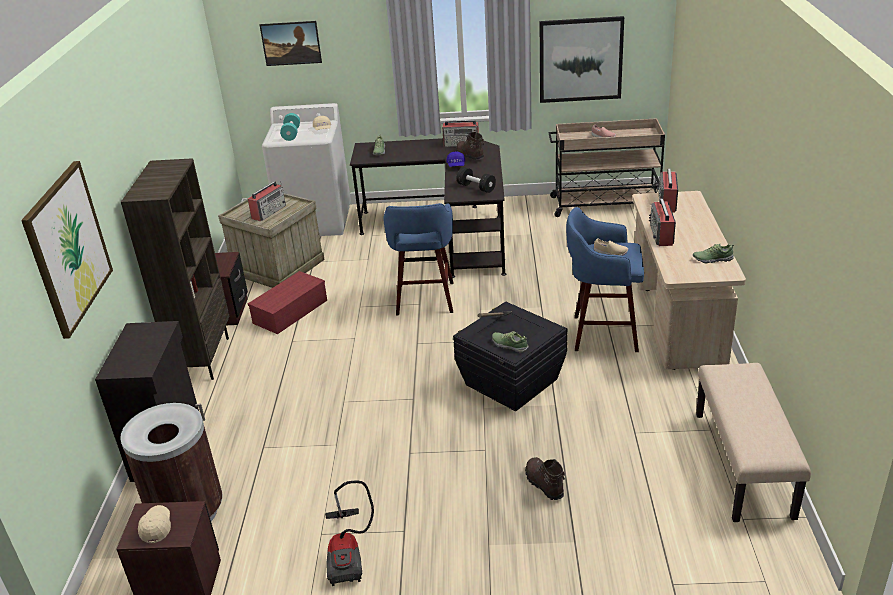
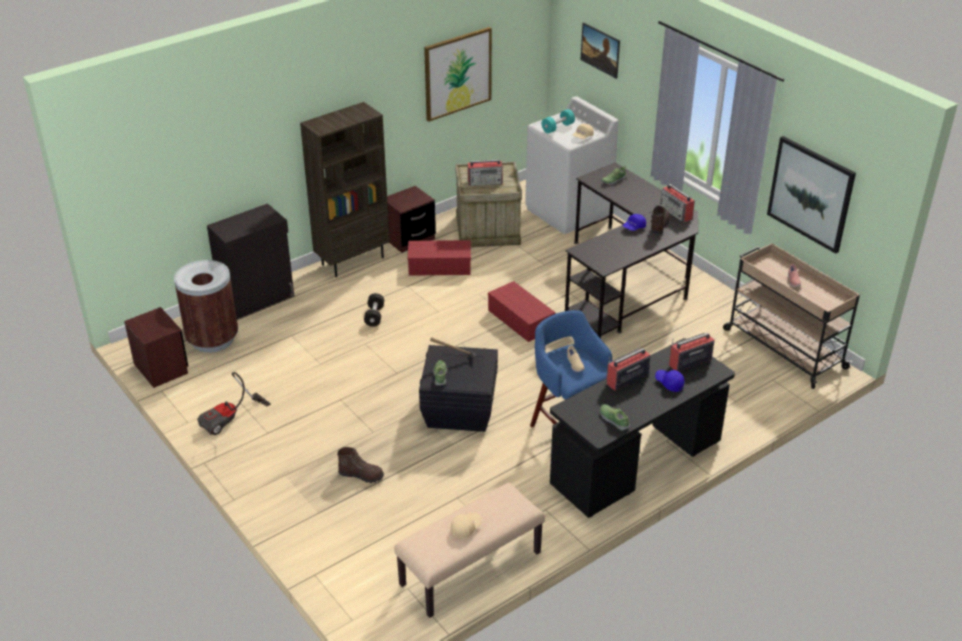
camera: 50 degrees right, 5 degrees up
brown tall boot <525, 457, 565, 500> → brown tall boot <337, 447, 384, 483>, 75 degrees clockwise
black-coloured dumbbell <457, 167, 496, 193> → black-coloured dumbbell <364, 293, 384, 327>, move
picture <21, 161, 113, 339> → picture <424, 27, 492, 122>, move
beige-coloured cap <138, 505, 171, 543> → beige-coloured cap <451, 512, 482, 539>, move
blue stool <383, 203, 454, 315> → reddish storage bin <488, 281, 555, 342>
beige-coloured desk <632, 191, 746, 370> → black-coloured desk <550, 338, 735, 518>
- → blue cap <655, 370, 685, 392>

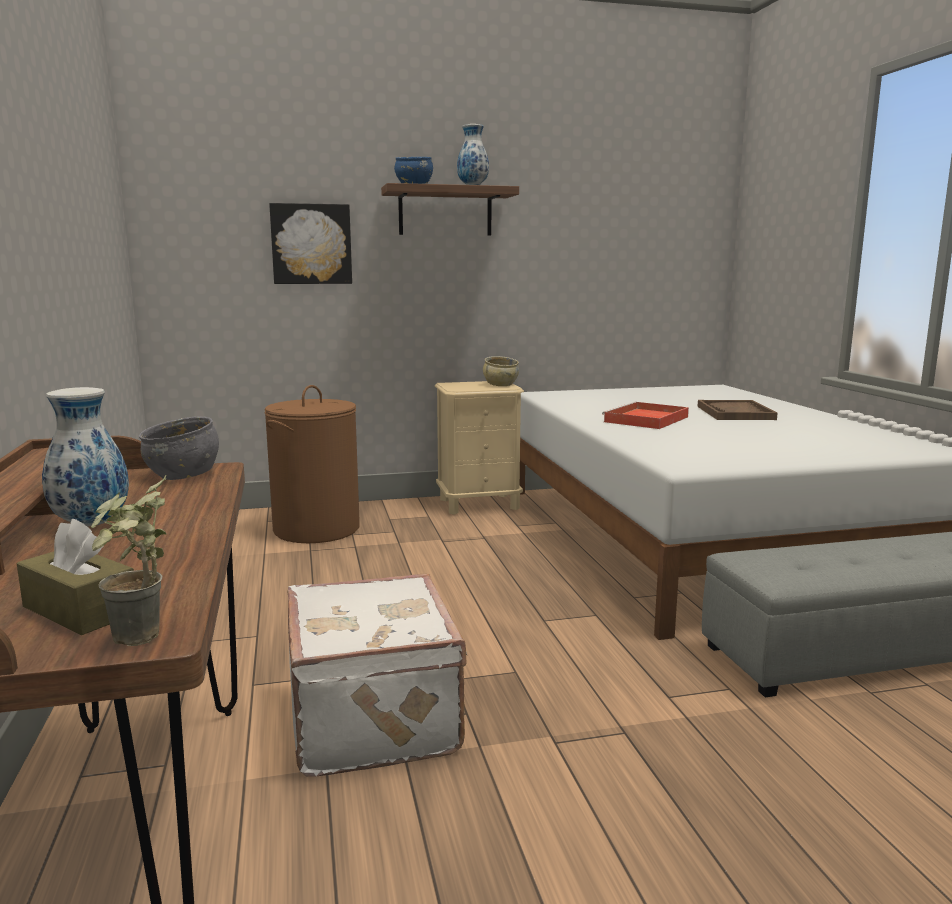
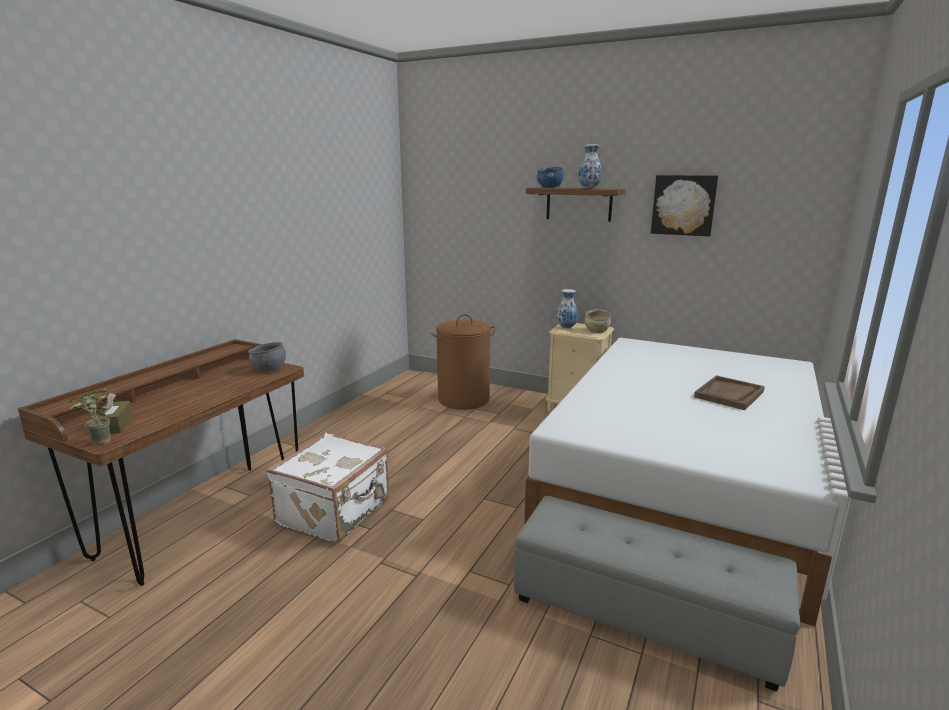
camera: 40 degrees right, 5 degrees up
flower vase <42, 387, 129, 527> → flower vase <556, 289, 578, 328>, move
picture <269, 203, 352, 284> → picture <651, 175, 718, 236>, move
reddish carrying tray <602, 402, 689, 429> → -

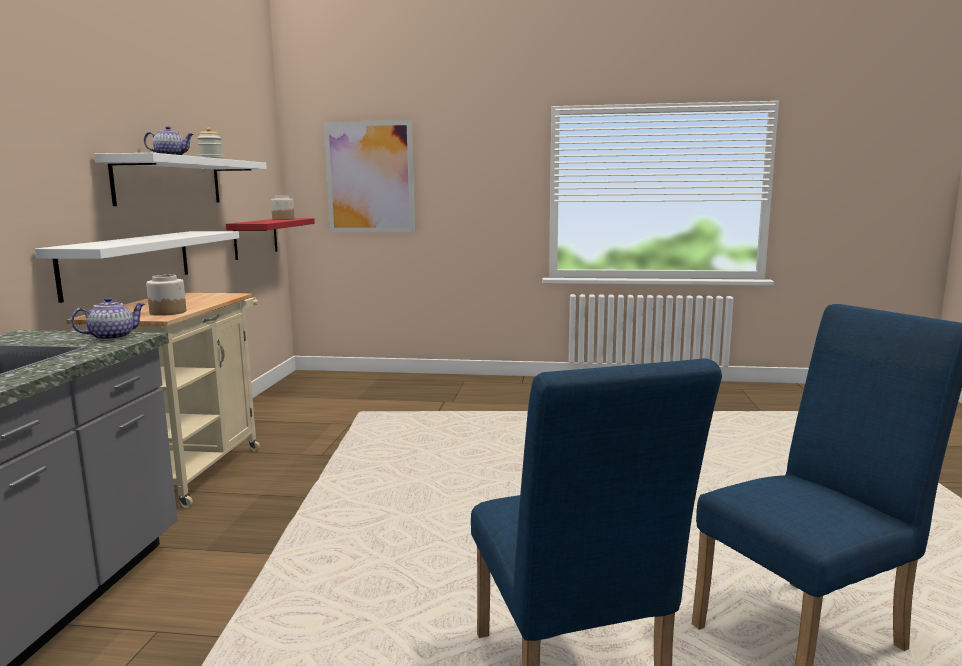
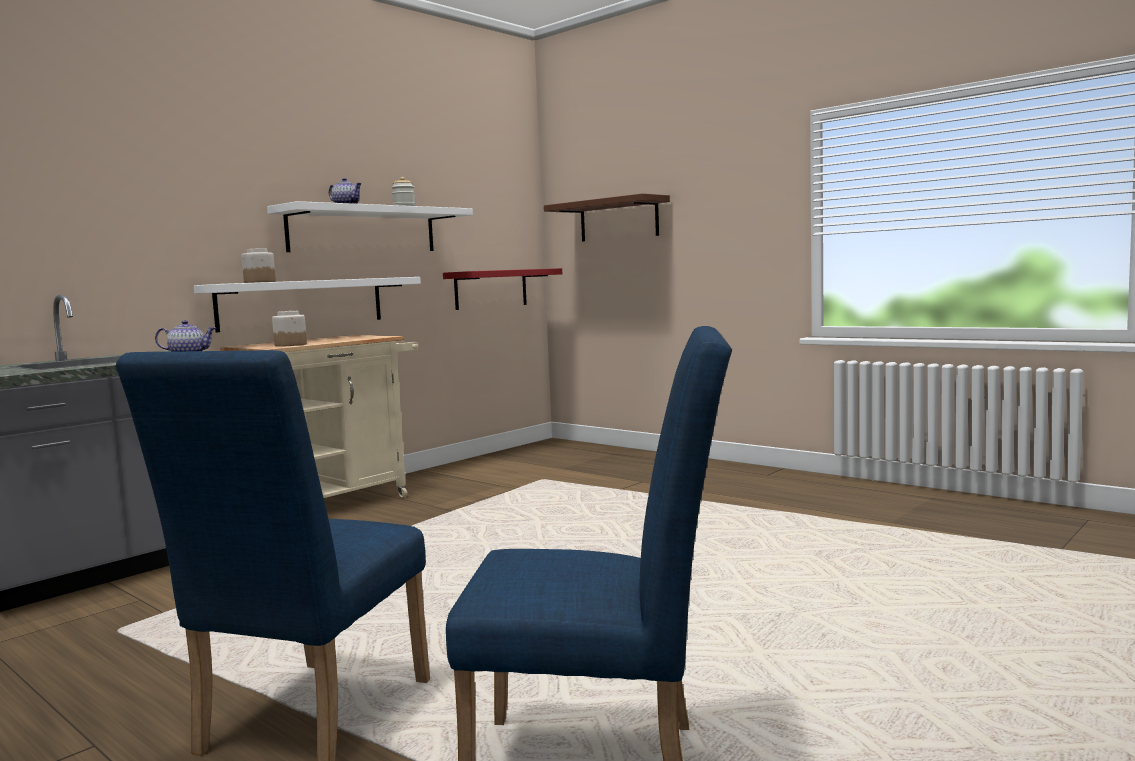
camera: 35 degrees right, 5 degrees down
jar <271, 196, 294, 220> → jar <242, 248, 276, 283>, move
picture <324, 120, 415, 233> → brown bracket shelf <544, 193, 670, 241>

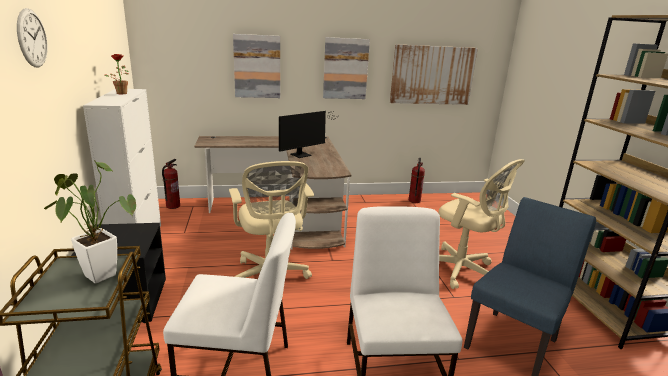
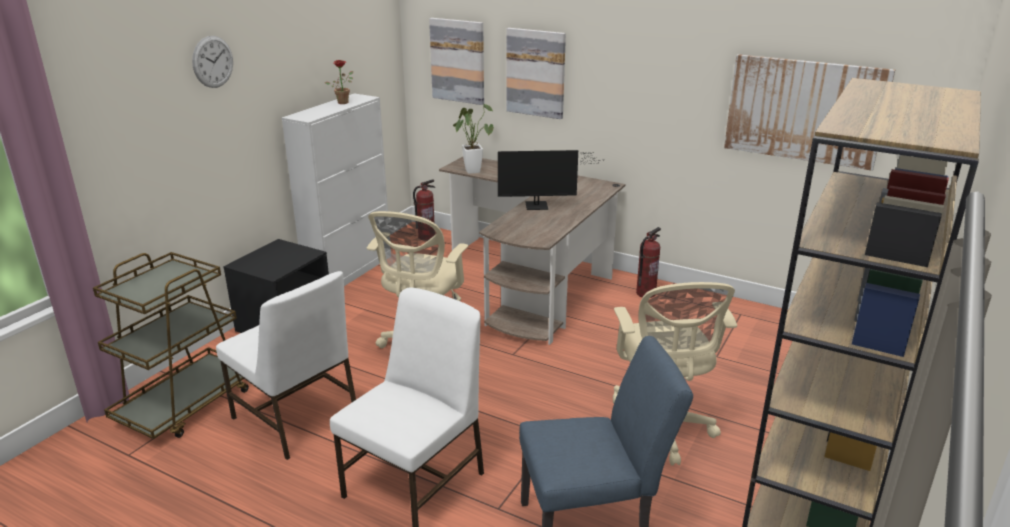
camera: 40 degrees right, 5 degrees up
picture <323, 37, 370, 99> → picture <429, 18, 484, 105>, move
potted plant <44, 160, 136, 284> → potted plant <453, 104, 494, 174>, move
fire-fighting cylinder <409, 158, 425, 203> → fire-fighting cylinder <636, 227, 661, 298>, move

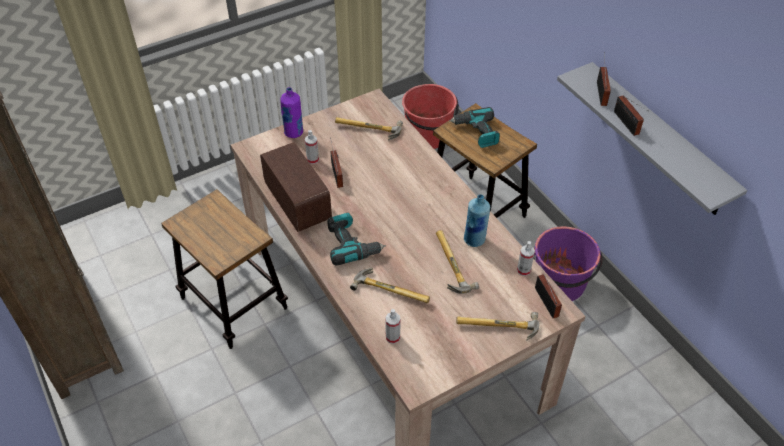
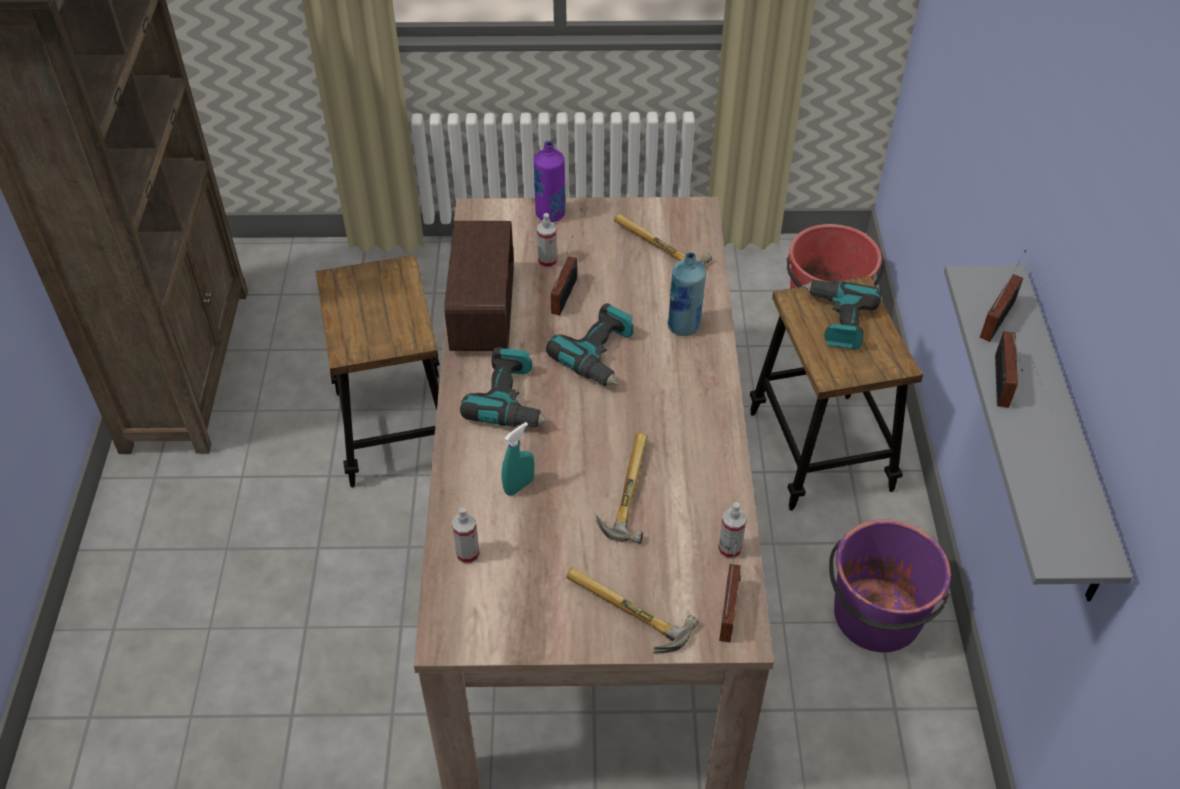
camera: 30 degrees right, 0 degrees up
hand hammer <350, 268, 430, 303> → blue-green sprayer <501, 422, 534, 496>
- → drill <546, 303, 634, 386>
blue bottle <464, 194, 490, 247> → blue bottle <667, 252, 706, 336>, move

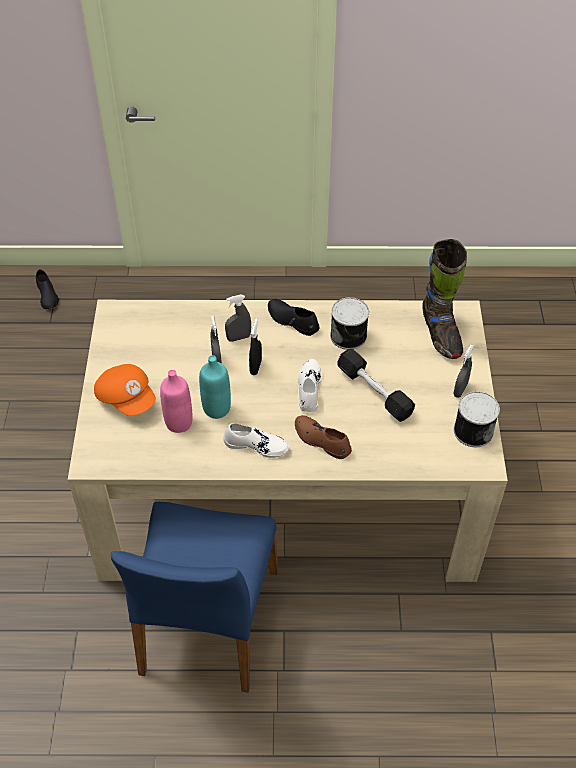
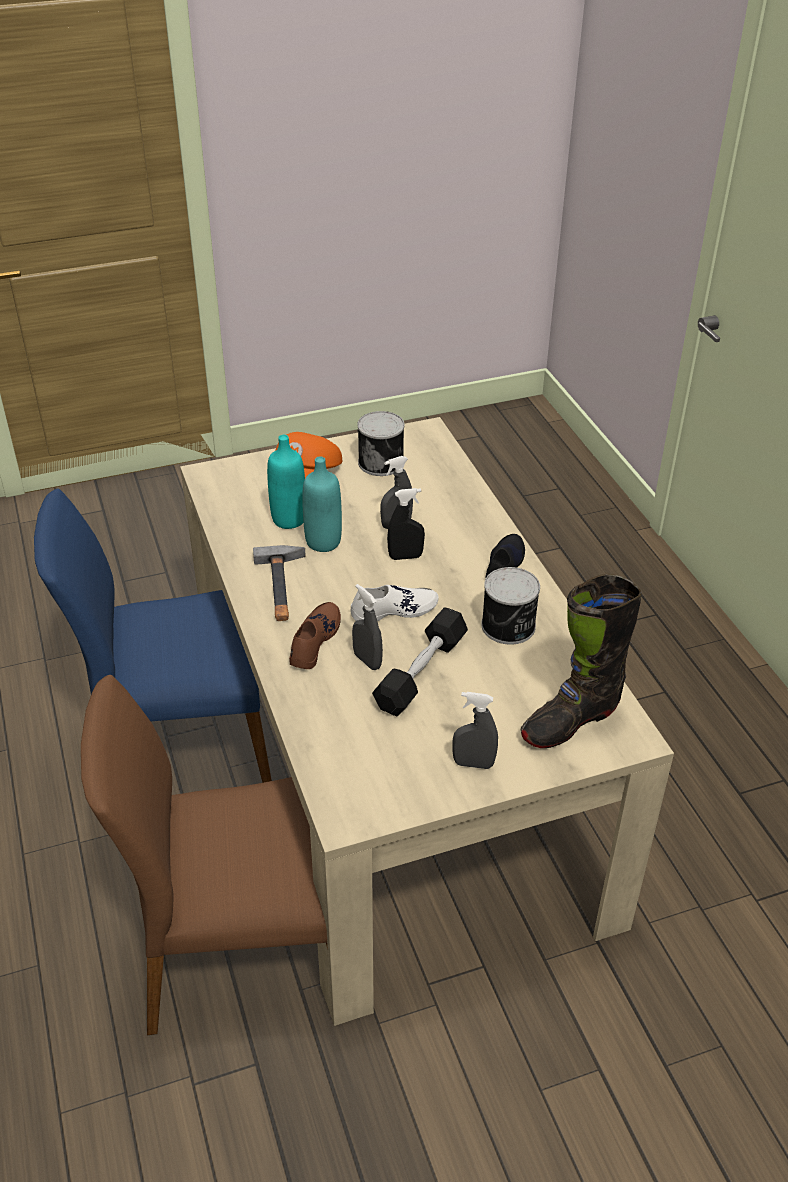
camera: 70 degrees right, 10 degrees down
- → brown upright chair <81, 675, 328, 1035>
whitish shoe <223, 423, 289, 458> → hand hammer <253, 545, 306, 621>
pink-coloured bottle <160, 370, 193, 433> → blue-green bottle <267, 435, 305, 529>
gray sprayer <225, 295, 251, 342> → gray sprayer <352, 584, 383, 670>, move
can <454, 391, 500, 447> → can <357, 411, 404, 476>, move
black-coloured shoe <36, 269, 59, 309> → -

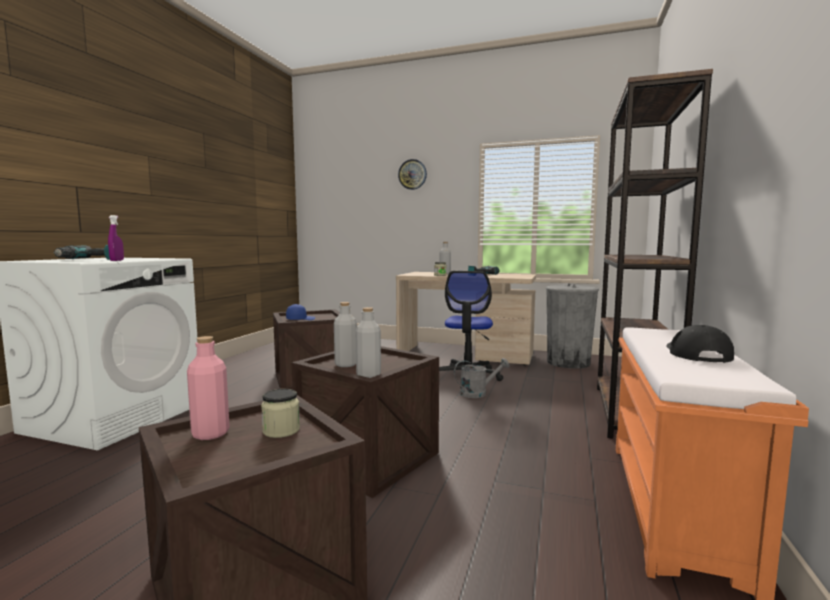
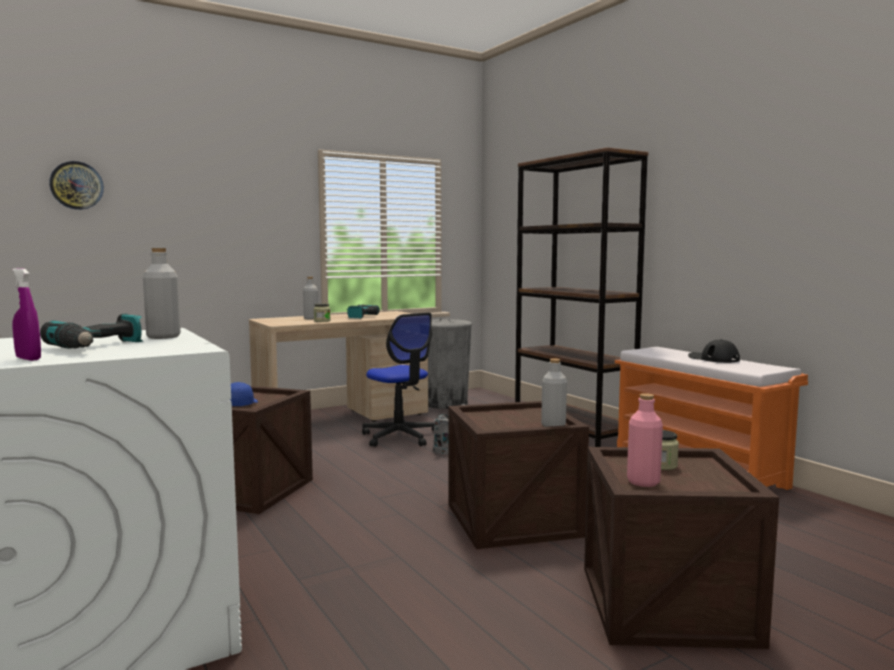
camera: 50 degrees left, 0 degrees up
purplish sprayer <108, 215, 124, 261> → purplish sprayer <12, 268, 41, 361>, move
hanging clock <398, 159, 427, 190> → hanging clock <49, 161, 104, 210>, move
gray bottle <334, 302, 357, 367> → gray bottle <143, 248, 181, 339>, move

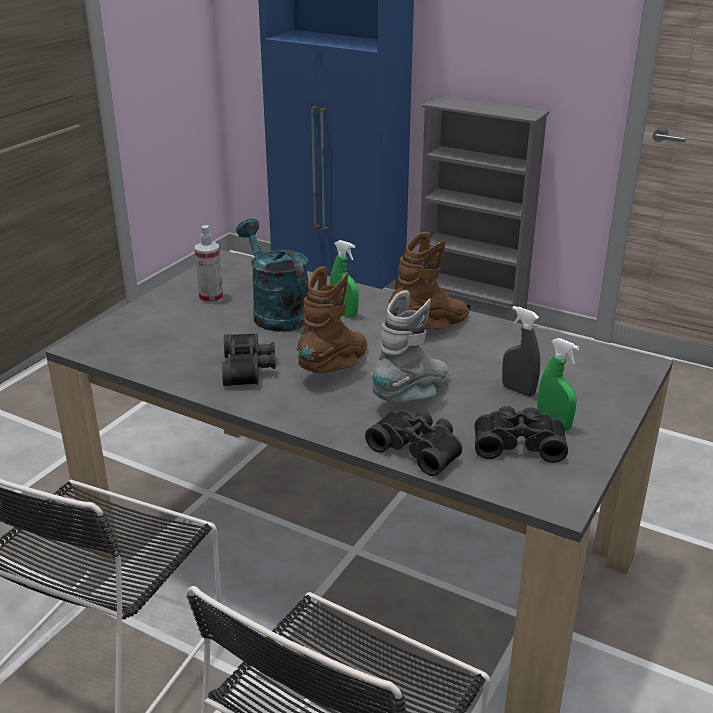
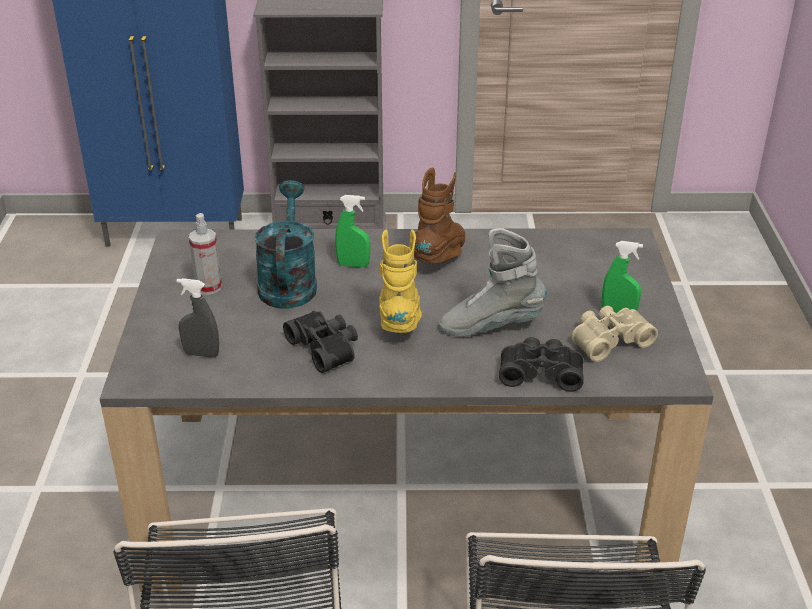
camera: 30 degrees left, 5 degrees up
gray sprayer <502, 306, 540, 397> → gray sprayer <177, 278, 219, 358>, move
blue-green sprinkling can <236, 219, 308, 332> → blue-green sprinkling can <254, 180, 317, 309>, 60 degrees clockwise
brown tall boot <297, 266, 367, 373> → yellowish tall boot <379, 229, 422, 333>
gray tall boot <371, 290, 450, 402> → gray tall boot <439, 228, 547, 336>, 105 degrees counterclockwise
black-coloured field glasses <474, 406, 568, 463> → beige-coloured field glasses <572, 306, 658, 362>

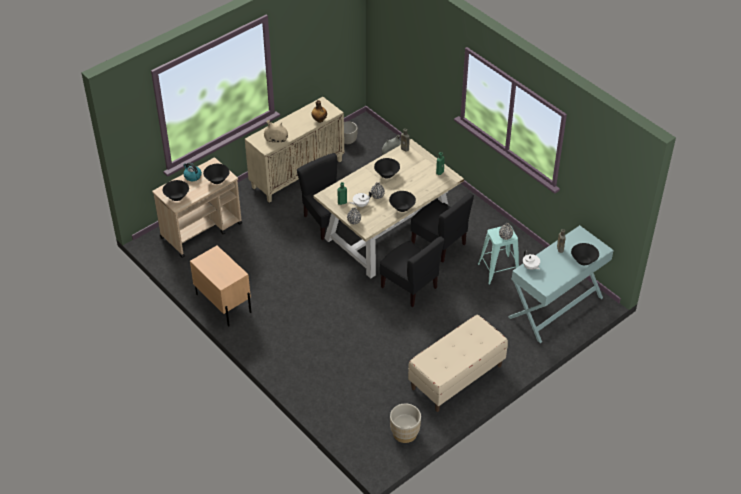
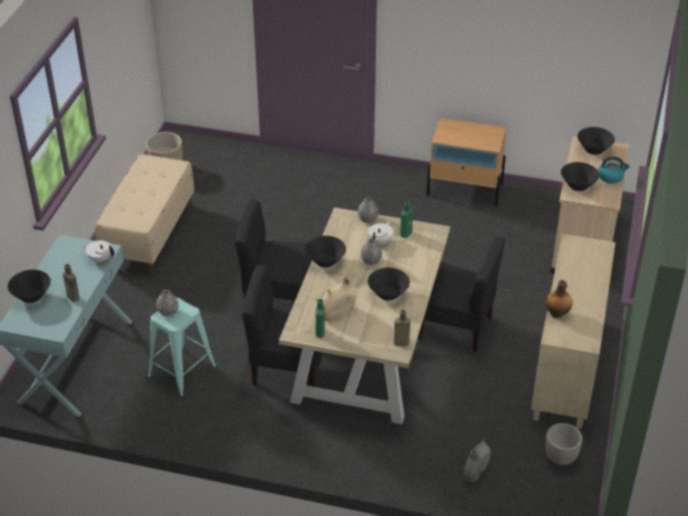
camera: 145 degrees right, 5 degrees down
beige-coloured flower vase <264, 120, 288, 142> → beige-coloured flower vase <322, 277, 355, 321>, move

